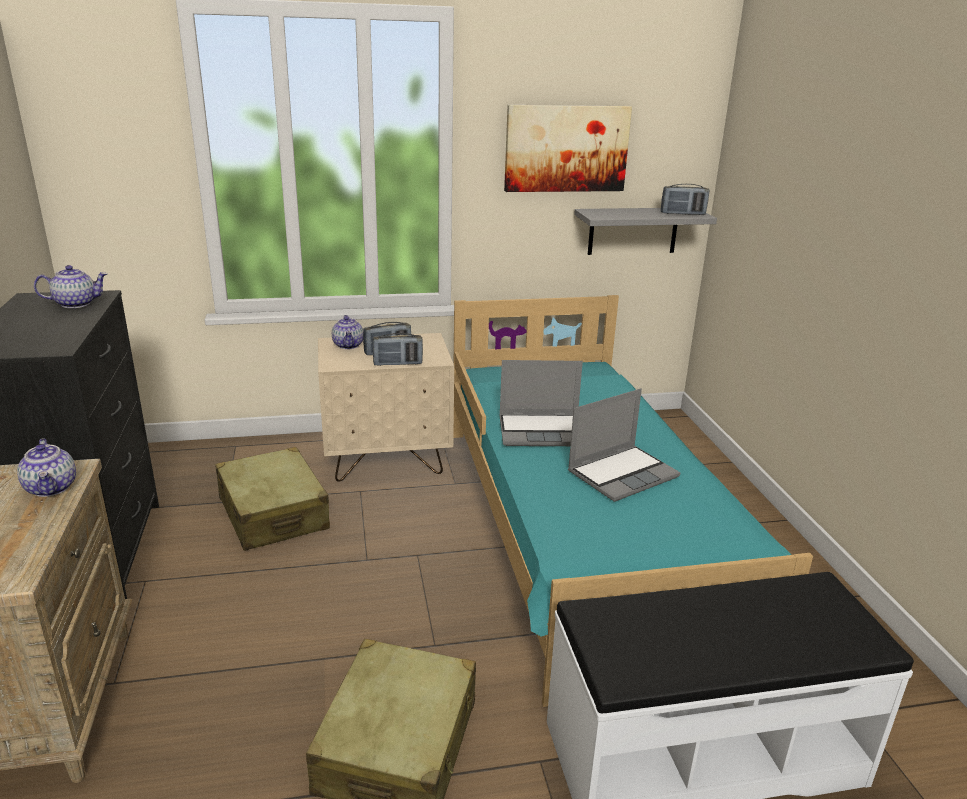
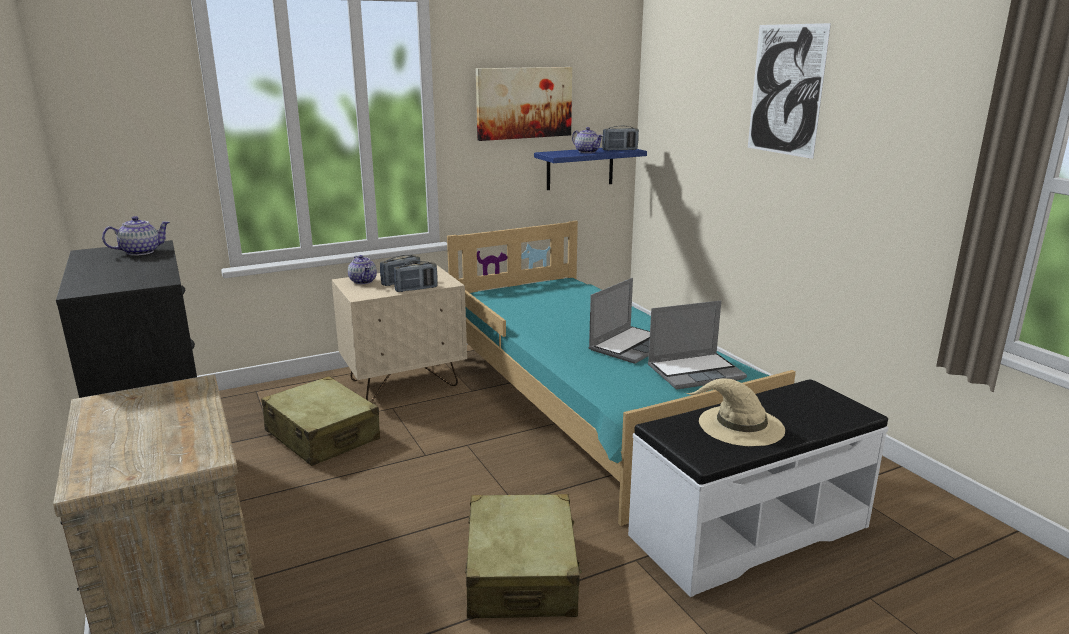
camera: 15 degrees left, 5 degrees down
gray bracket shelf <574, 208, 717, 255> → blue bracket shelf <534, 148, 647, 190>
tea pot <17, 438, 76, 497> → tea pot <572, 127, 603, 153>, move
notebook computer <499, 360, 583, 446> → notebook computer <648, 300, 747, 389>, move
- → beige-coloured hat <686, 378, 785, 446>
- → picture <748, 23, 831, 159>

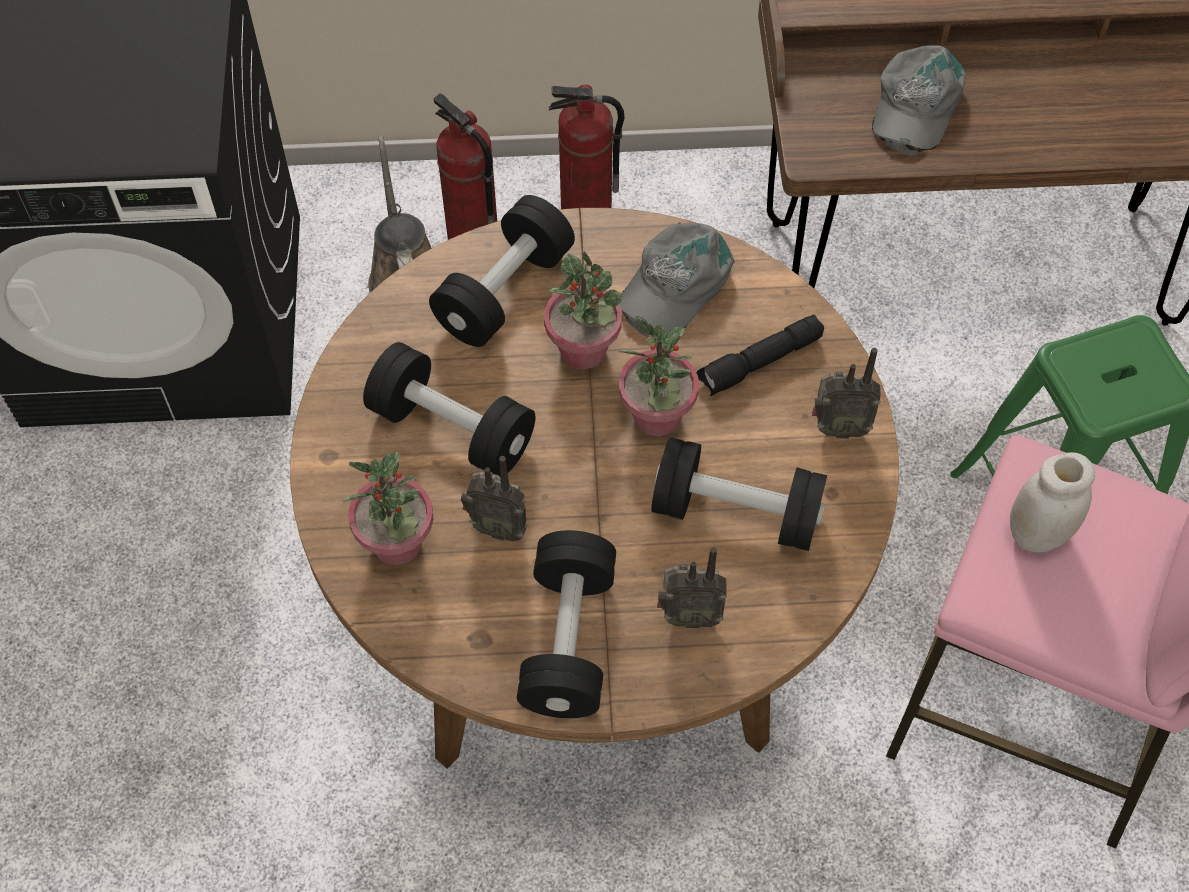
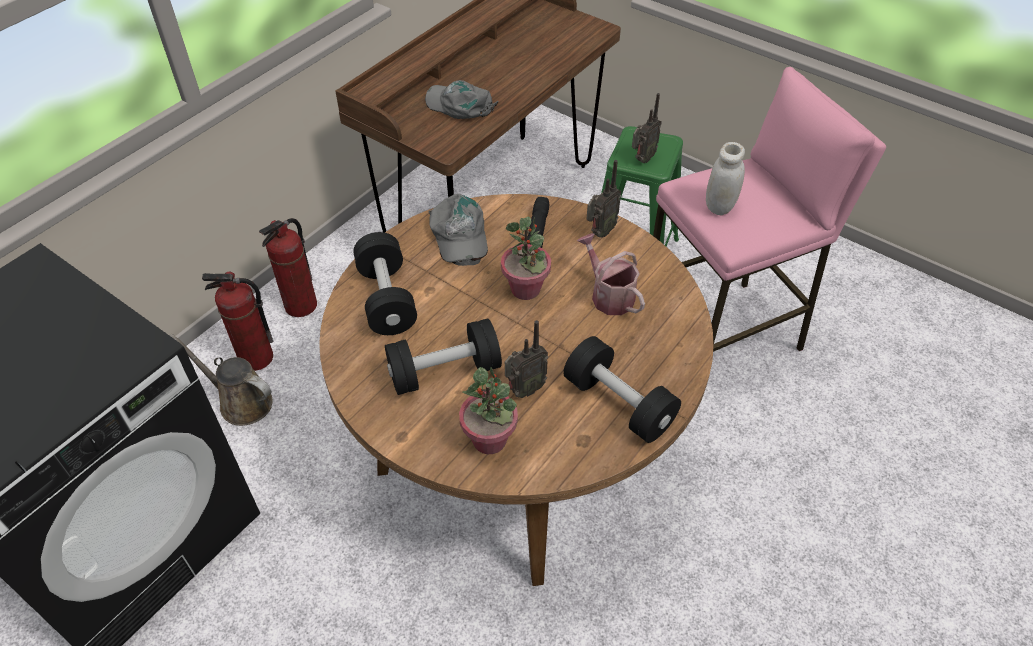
camera: 50 degrees left, 10 degrees down
gray cap <872, 45, 965, 156> → gray cap <425, 80, 499, 119>, 150 degrees clockwise
black-coloured dumbbell <651, 437, 827, 551> → sprinkling can <577, 233, 645, 315>
radio set <657, 547, 727, 628> → radio set <632, 93, 661, 163>, move
potted plant <544, 251, 623, 369> → -

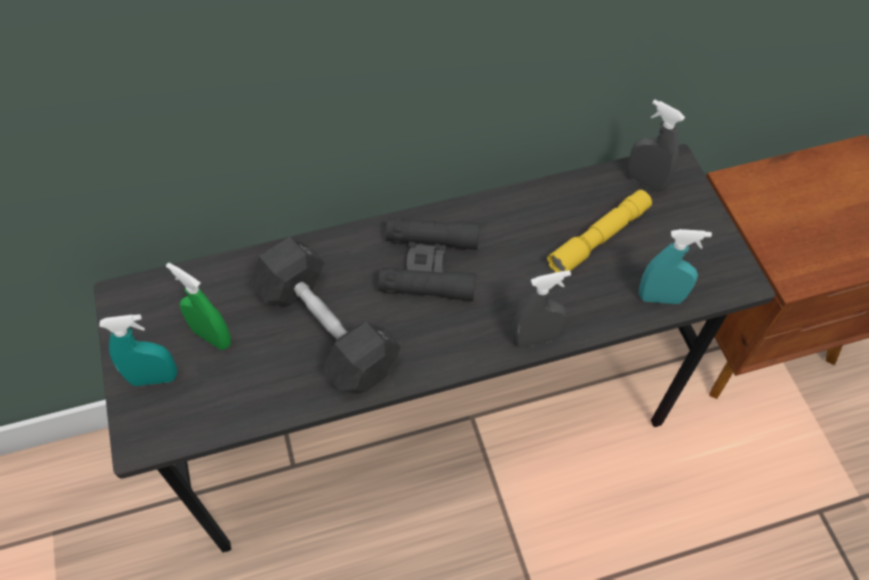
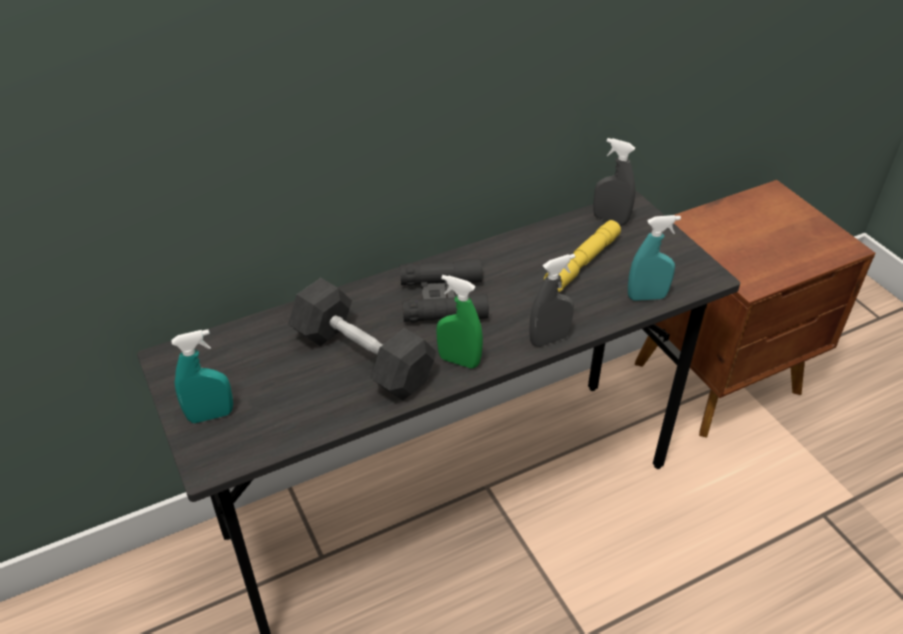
camera: 10 degrees left, 15 degrees down
greenish sprayer <166, 263, 231, 350> → greenish sprayer <436, 275, 483, 369>, move

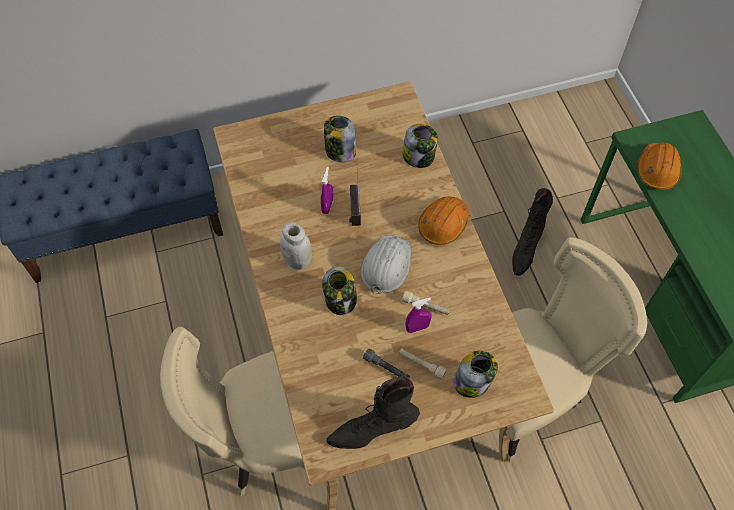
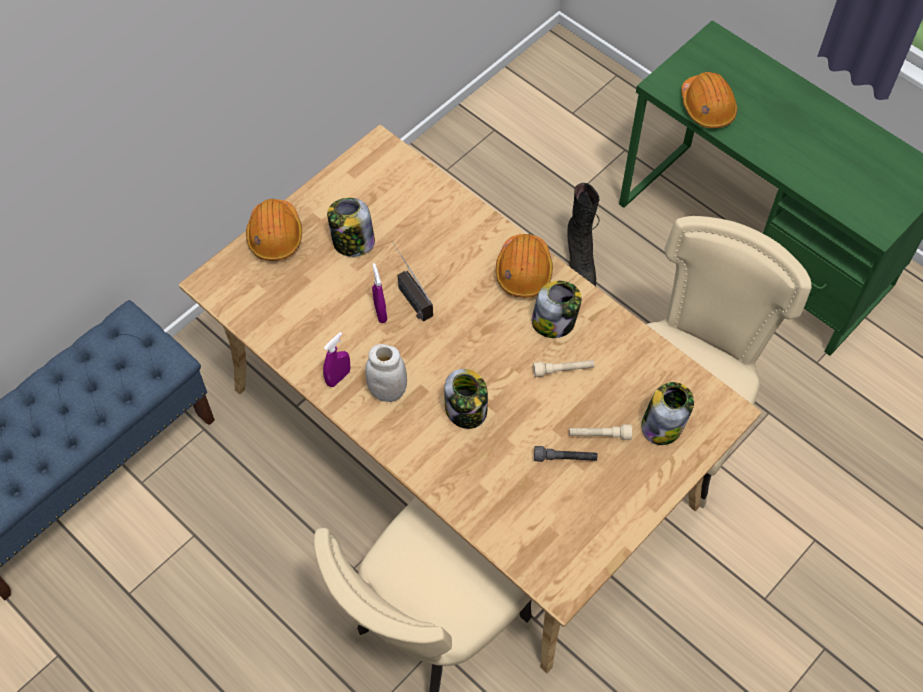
camera: 30 degrees left, 0 degrees up
- → orange work helmet <246, 199, 302, 261>
purplish sprayer <406, 297, 431, 333> → purplish sprayer <323, 332, 350, 387>, move
jar <403, 124, 438, 168> → jar <532, 281, 582, 338>, move
black-coloured tall boot <326, 376, 420, 449> → -
whitish work helmet <361, 235, 411, 294> → -

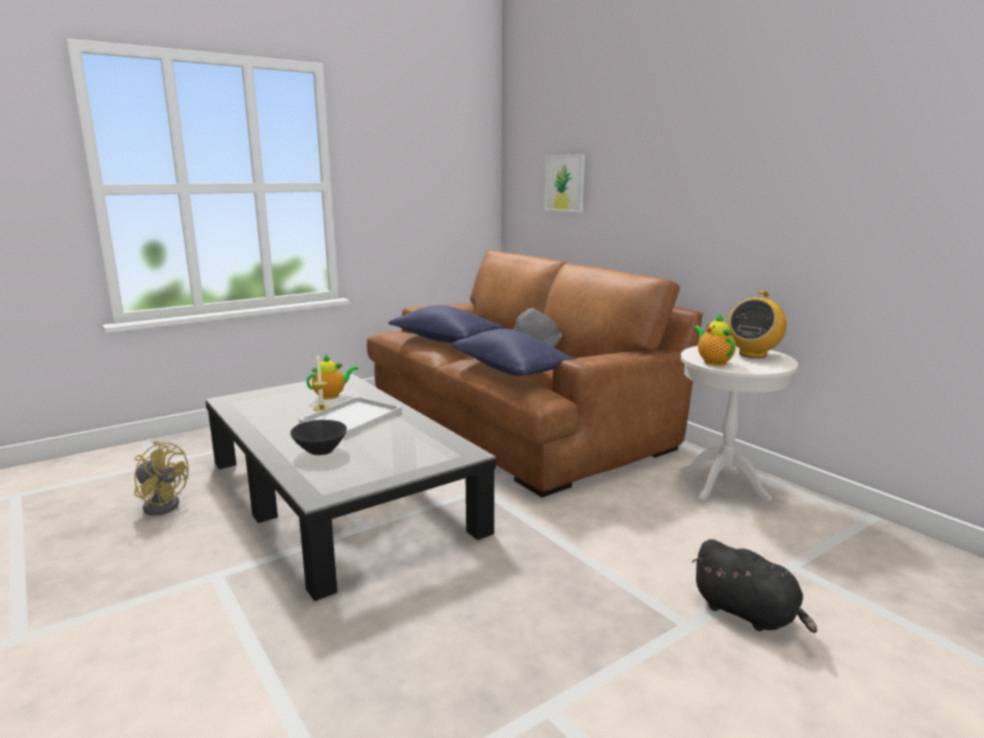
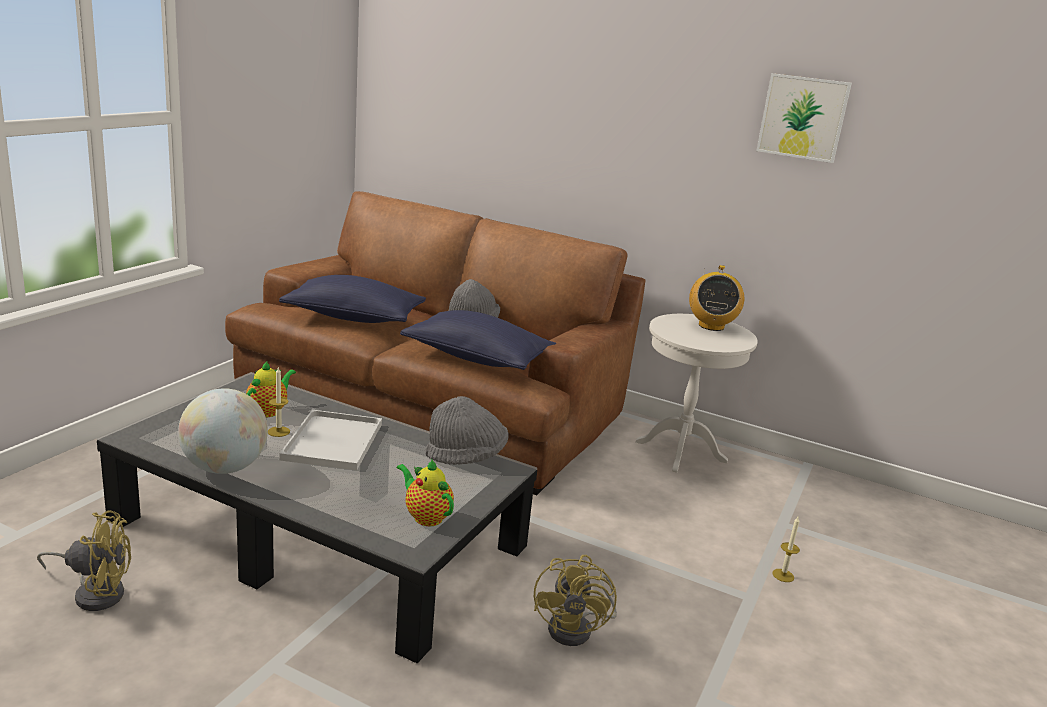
camera: 30 degrees left, 5 degrees up
- → world globe <178, 388, 268, 474>
tea pot <693, 313, 736, 366> → tea pot <396, 458, 454, 526>, move
- → gray hat <425, 396, 509, 465>
- → yellowish electric fan <534, 555, 617, 646>
picture <544, 154, 585, 213> → picture <756, 73, 852, 163>, move
black-coloured soft toy <692, 539, 817, 633> → candle <772, 517, 800, 582>
black-coloured serving bowl <290, 420, 347, 455> → -

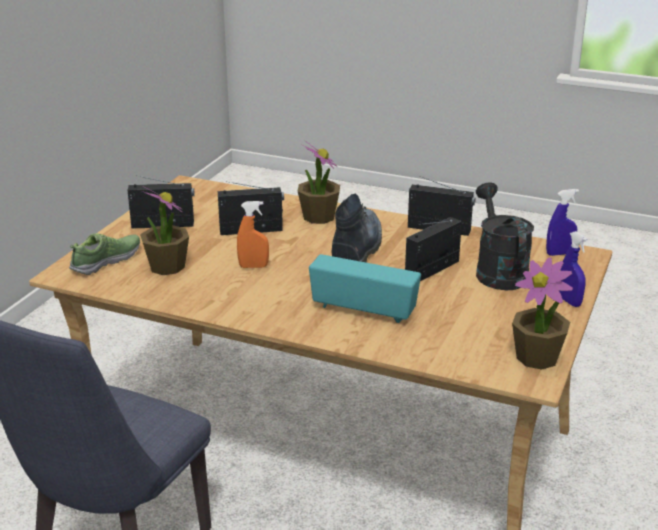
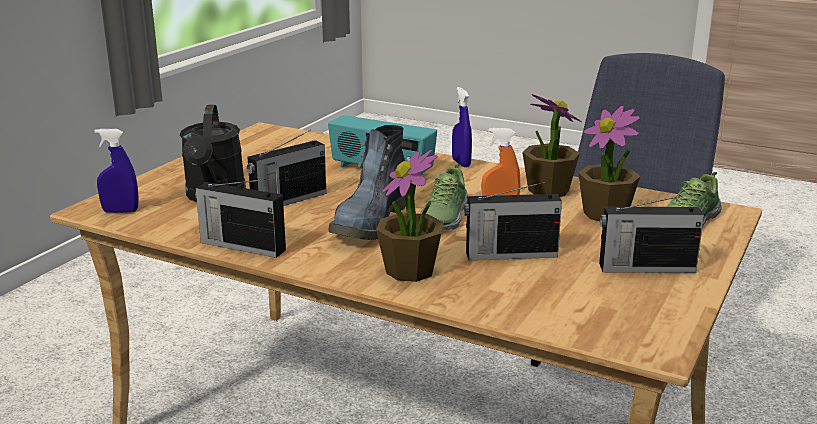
camera: 175 degrees left, 5 degrees down
- → shoe <420, 164, 468, 230>
blue sprayer <559, 231, 588, 307> → blue sprayer <452, 87, 472, 167>, move
potted plant <512, 257, 573, 370> → potted plant <522, 94, 582, 197>, move

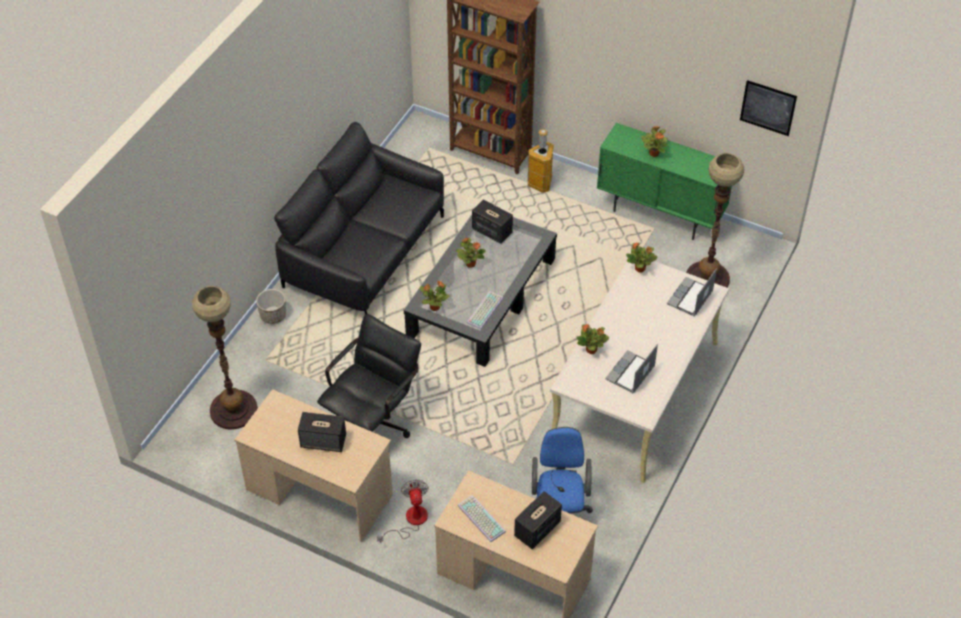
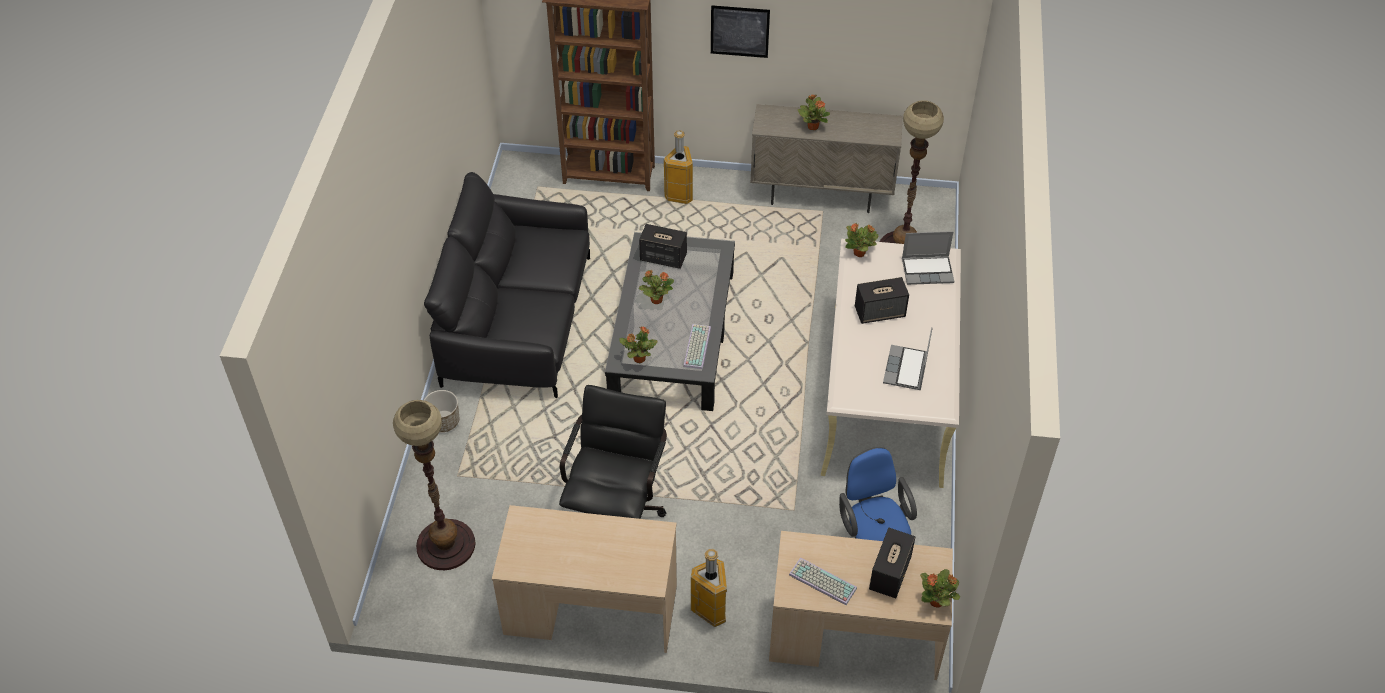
camera: 20 degrees left, 0 degrees up
electric fan <377, 480, 429, 543> → trash can <691, 549, 727, 627>
picture <740, 80, 797, 136> → picture <711, 5, 770, 58>, move
greenish cabinet <597, 123, 732, 240> → beige-coloured cabinet <750, 104, 903, 213>
speaker <298, 412, 346, 452> → speaker <855, 277, 909, 324>, move
notebook computer <667, 268, 717, 317> → notebook computer <902, 231, 954, 285>, 105 degrees counterclockwise
potted plant <576, 324, 609, 354> → potted plant <920, 569, 960, 608>, move

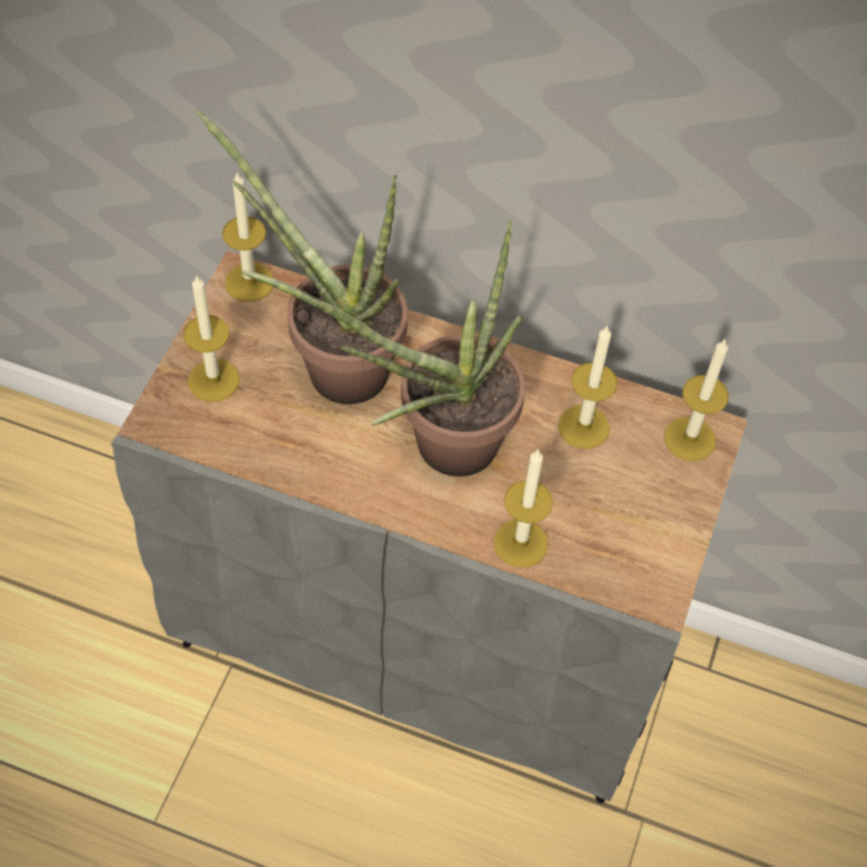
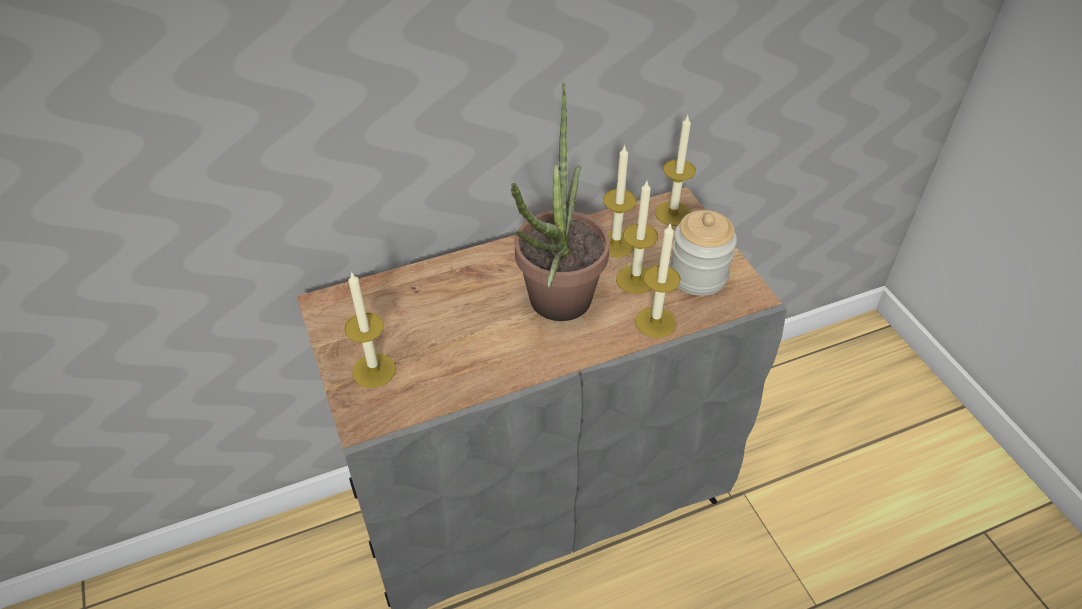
camera: 40 degrees left, 10 degrees down
candle <222, 173, 274, 302> → candle <616, 181, 658, 294>, move
- → jar <669, 210, 737, 296>
potted plant <196, 109, 408, 404> → -

